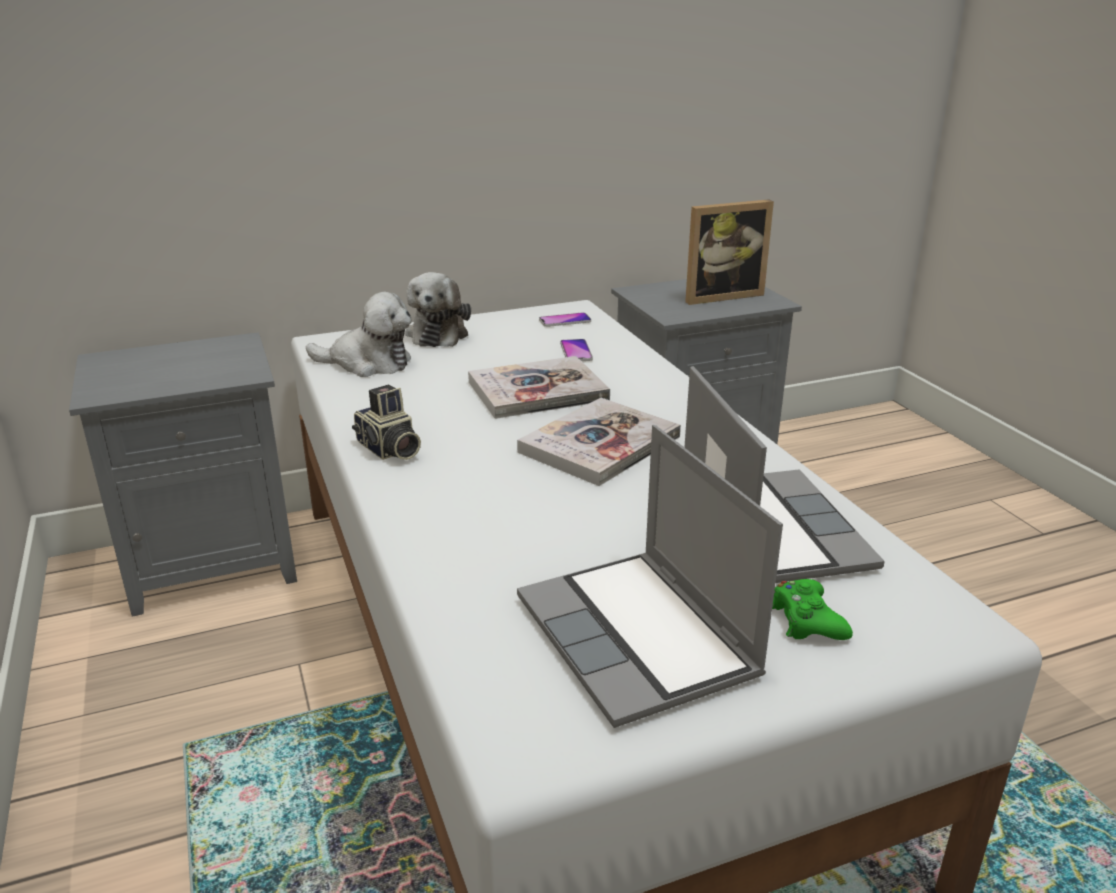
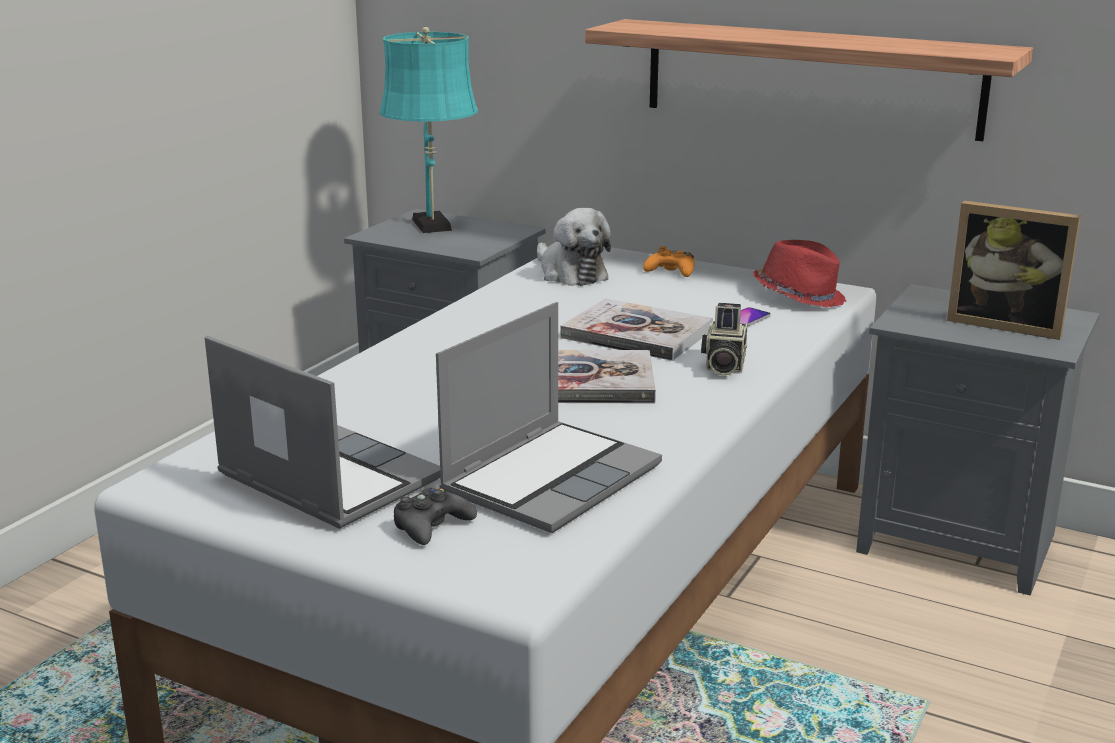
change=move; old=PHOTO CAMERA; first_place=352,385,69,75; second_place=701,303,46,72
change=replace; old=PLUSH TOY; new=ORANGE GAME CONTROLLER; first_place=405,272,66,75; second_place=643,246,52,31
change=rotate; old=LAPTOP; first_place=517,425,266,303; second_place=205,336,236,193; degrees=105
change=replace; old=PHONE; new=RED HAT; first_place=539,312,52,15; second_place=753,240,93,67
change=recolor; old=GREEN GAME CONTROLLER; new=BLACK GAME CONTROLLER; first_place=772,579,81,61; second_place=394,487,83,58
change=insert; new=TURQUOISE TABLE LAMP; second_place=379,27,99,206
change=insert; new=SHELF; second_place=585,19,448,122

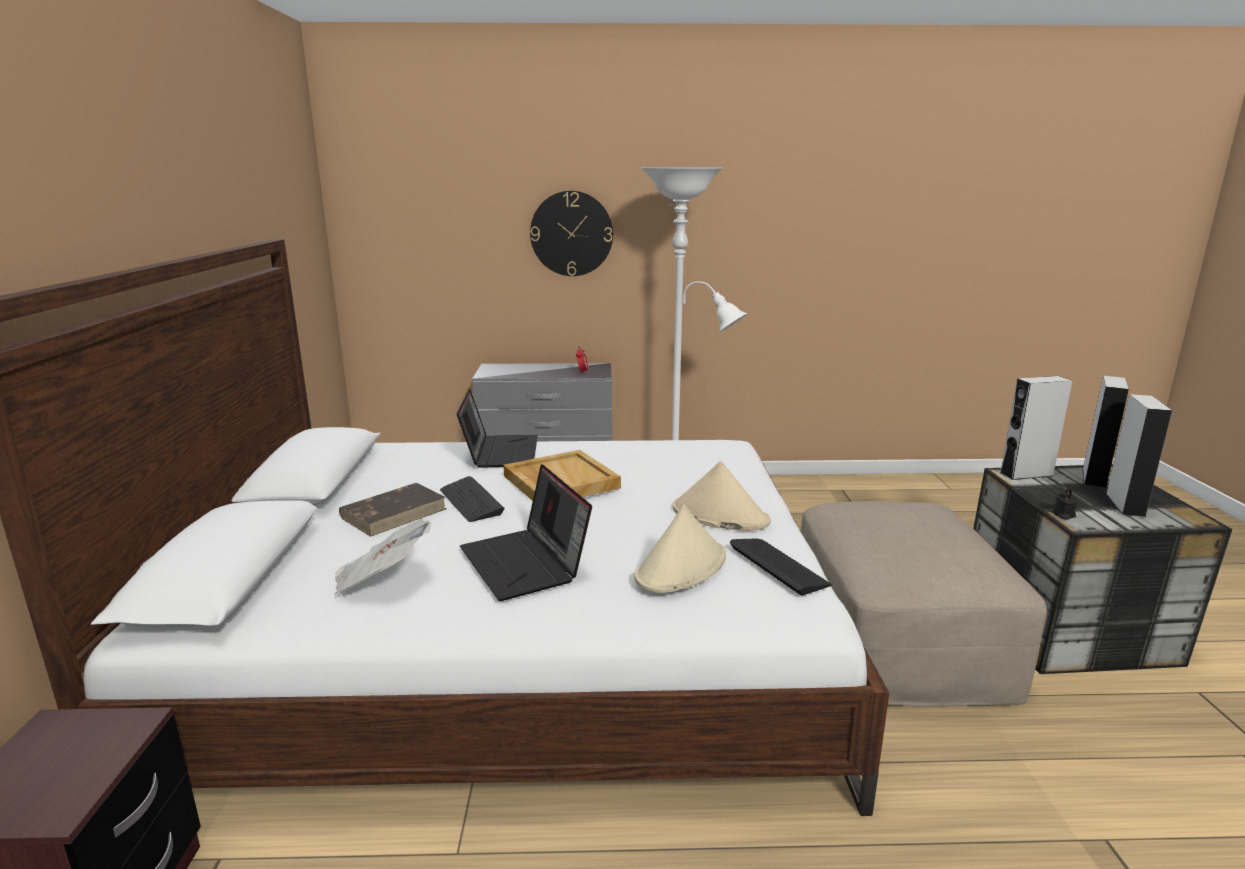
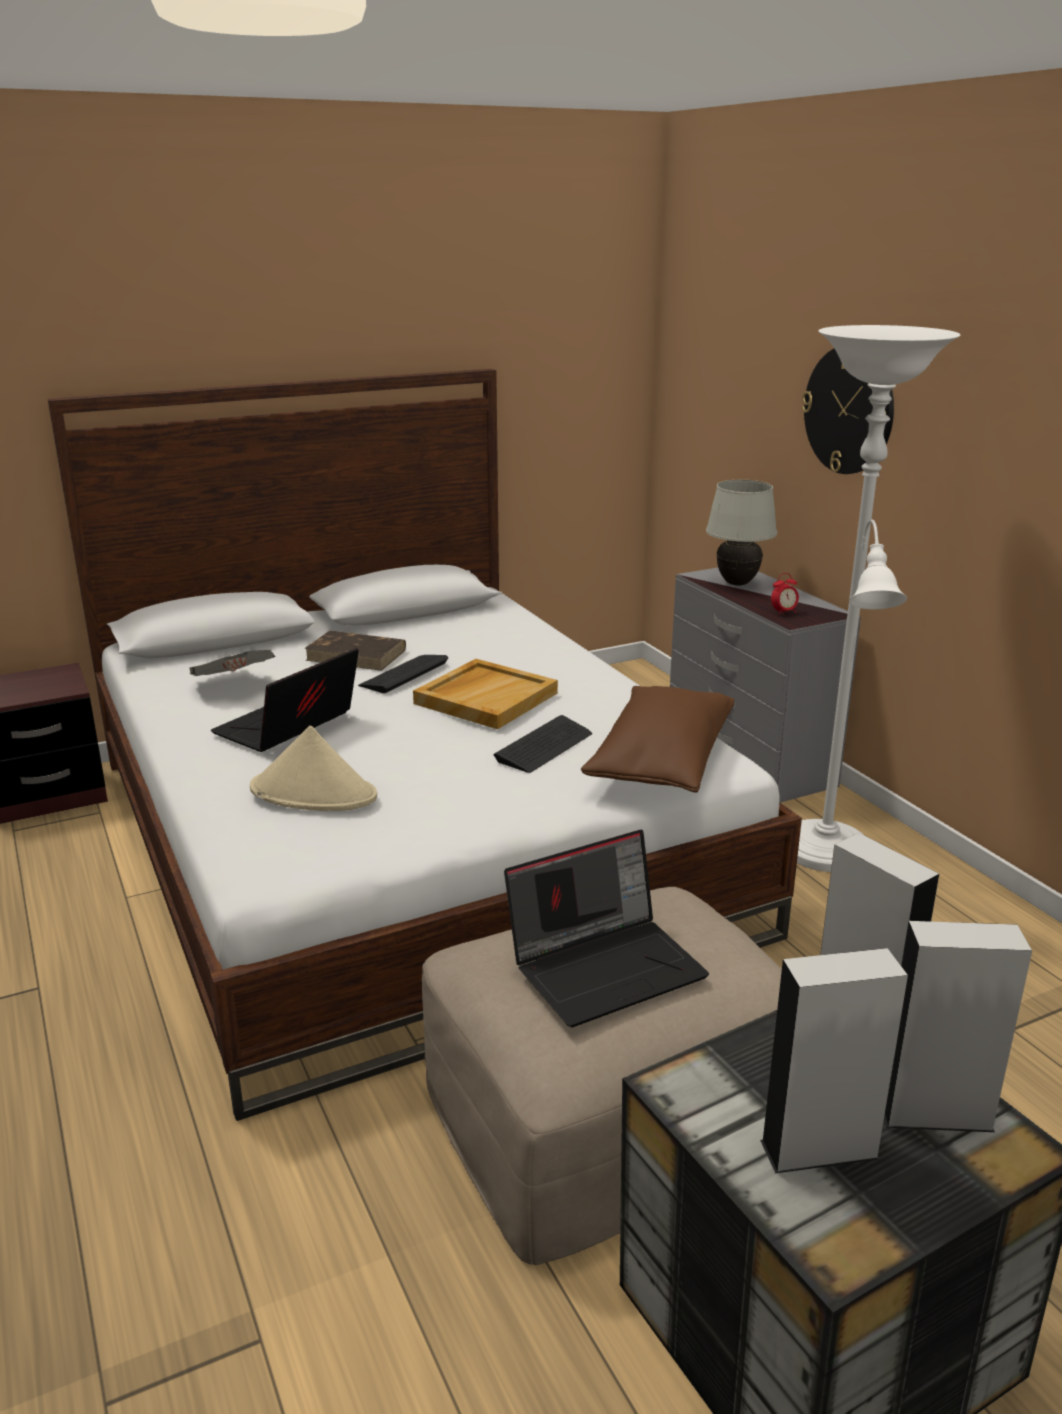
change=move; old=LAPTOP; first_place=457,389,81,79; second_place=504,830,205,197
change=delete; old=BEIGE HAT; first_place=673,461,98,70
change=move; old=KEYBOARD; first_place=730,539,102,56; second_place=493,715,99,58
change=delete; old=BLACK CANDLE; first_place=1052,489,27,31
change=insert; new=BROWN PILLOW; second_place=581,686,154,107
change=insert; new=WHITE TABLE LAMP; second_place=706,480,71,105

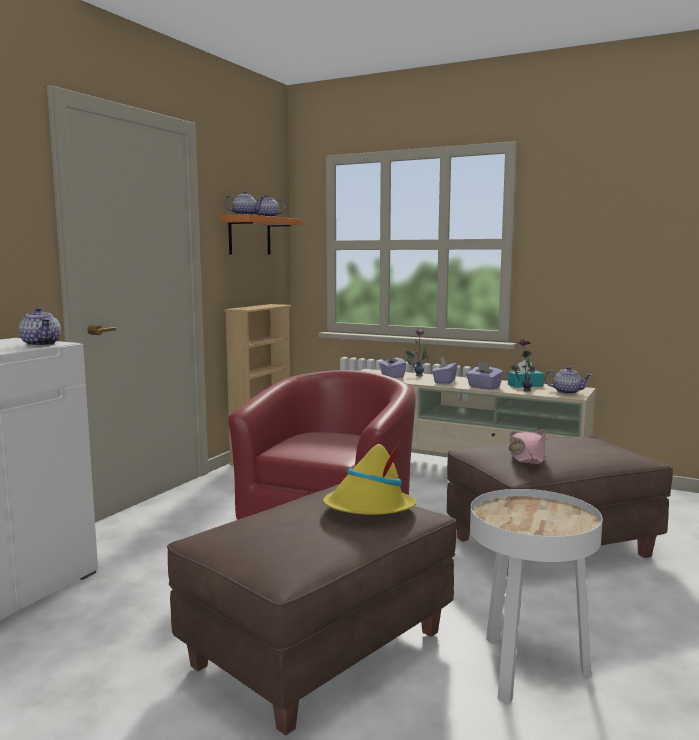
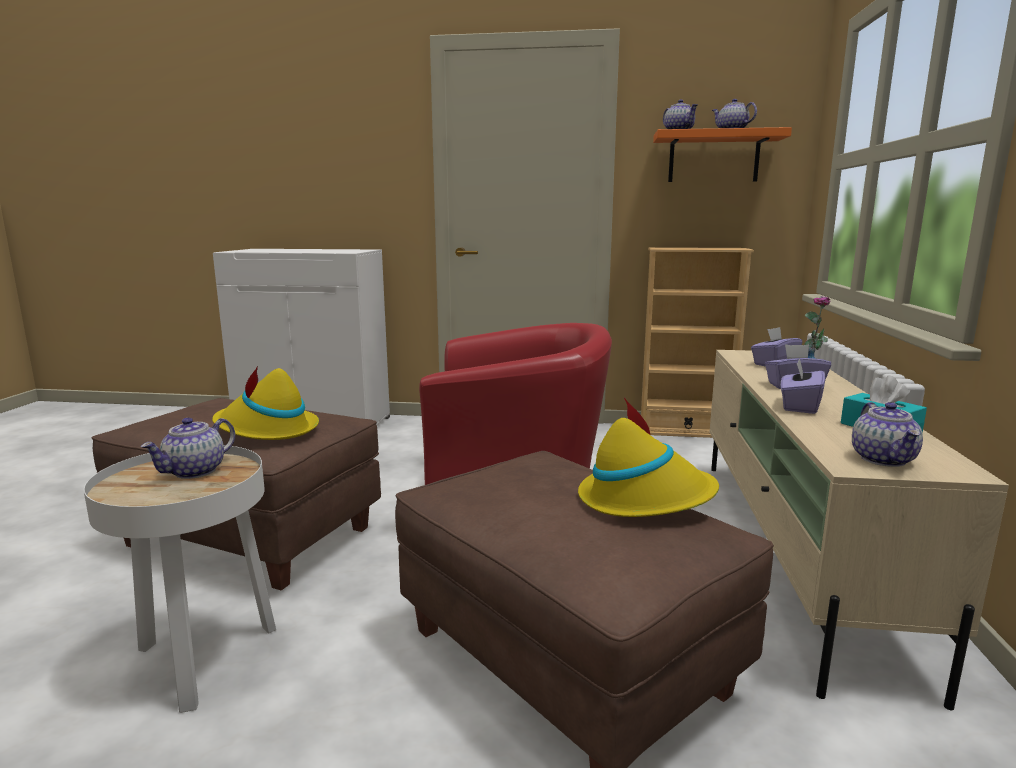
change=move; old=TEAPOT; first_place=19,307,42,39; second_place=140,418,95,61
change=delete; old=PINK HAT; first_place=509,429,37,35
change=delete; old=VASE; first_place=511,339,24,53
change=insert; new=YELLOW HAT; second_place=578,398,141,119

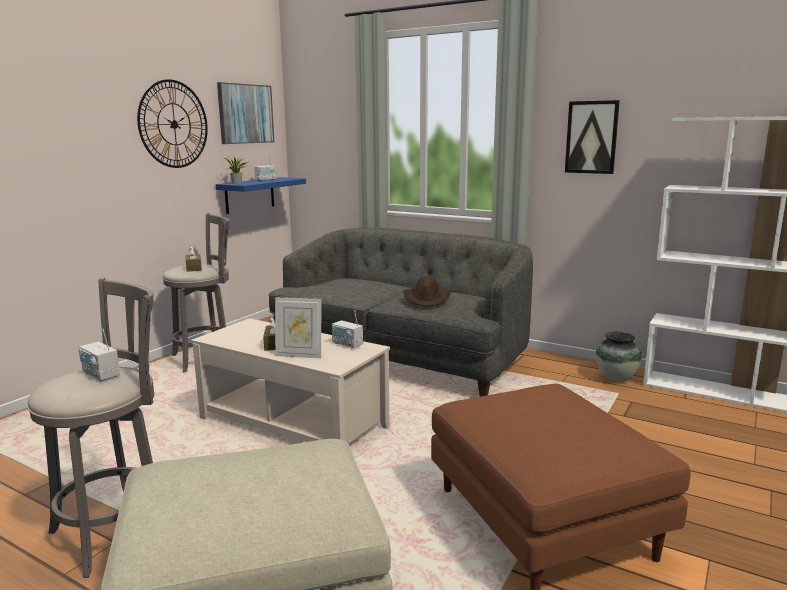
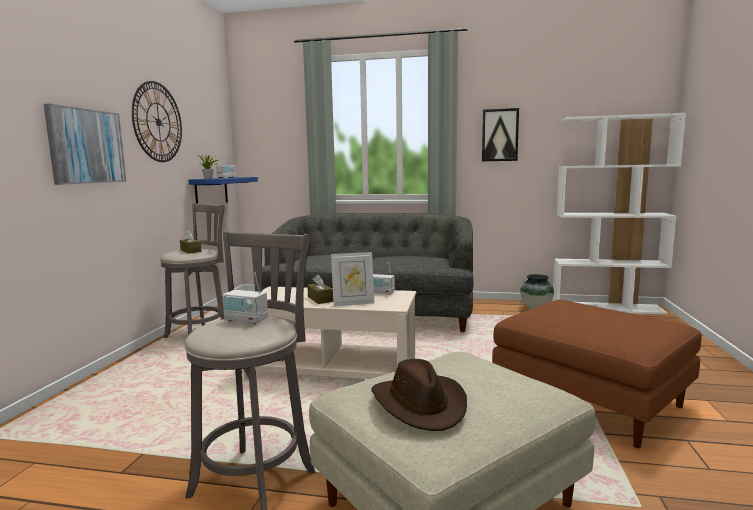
change=move; old=PICTURE; first_place=217,82,57,62; second_place=44,104,82,81
change=move; old=BROWN HAT; first_place=404,277,47,29; second_place=371,359,96,72

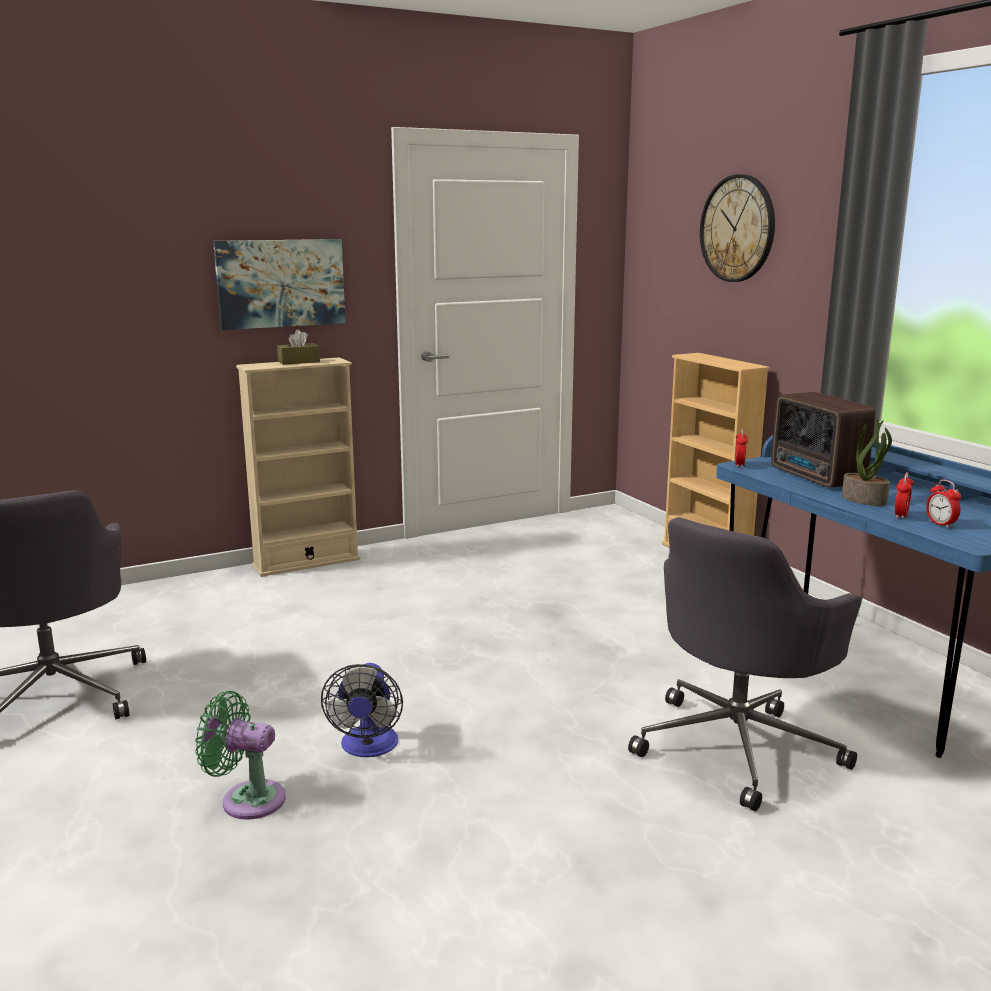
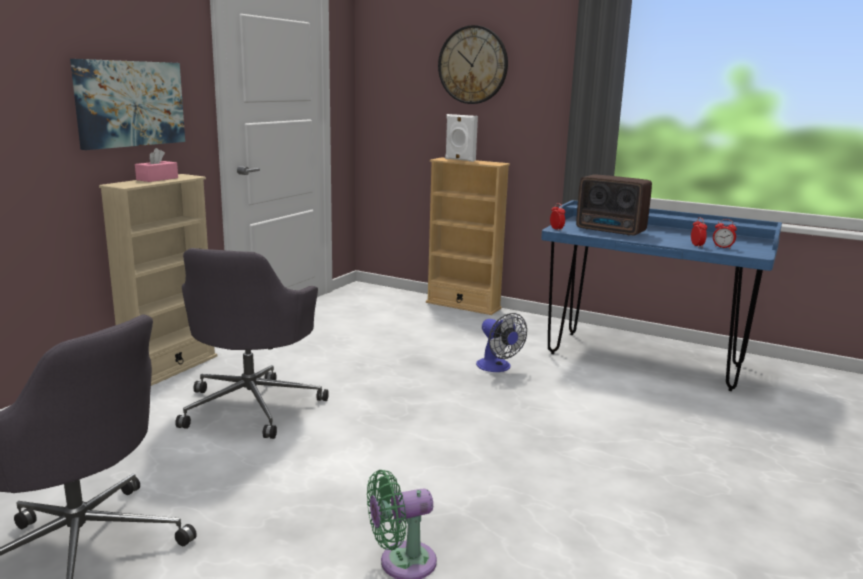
change=recolor; old=BROWN TISSUE BOX; new=PINK TISSUE BOX; first_place=277,329,43,36; second_place=135,148,43,34
change=move; old=FAN; first_place=321,663,82,94; second_place=476,313,51,59
change=move; old=GREY OFFICE CHAIR; first_place=628,517,234,294; second_place=175,248,154,191
change=delete; old=POTTED PLANT; first_place=842,417,50,89
change=insert; new=WHITE SPEAKER; second_place=445,114,33,48

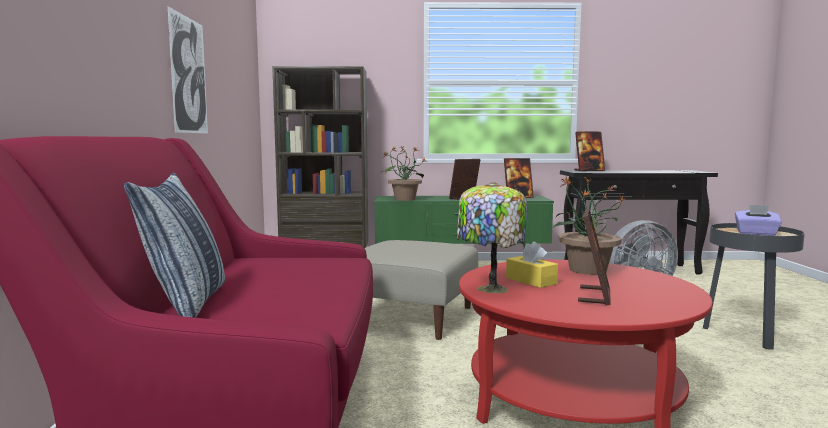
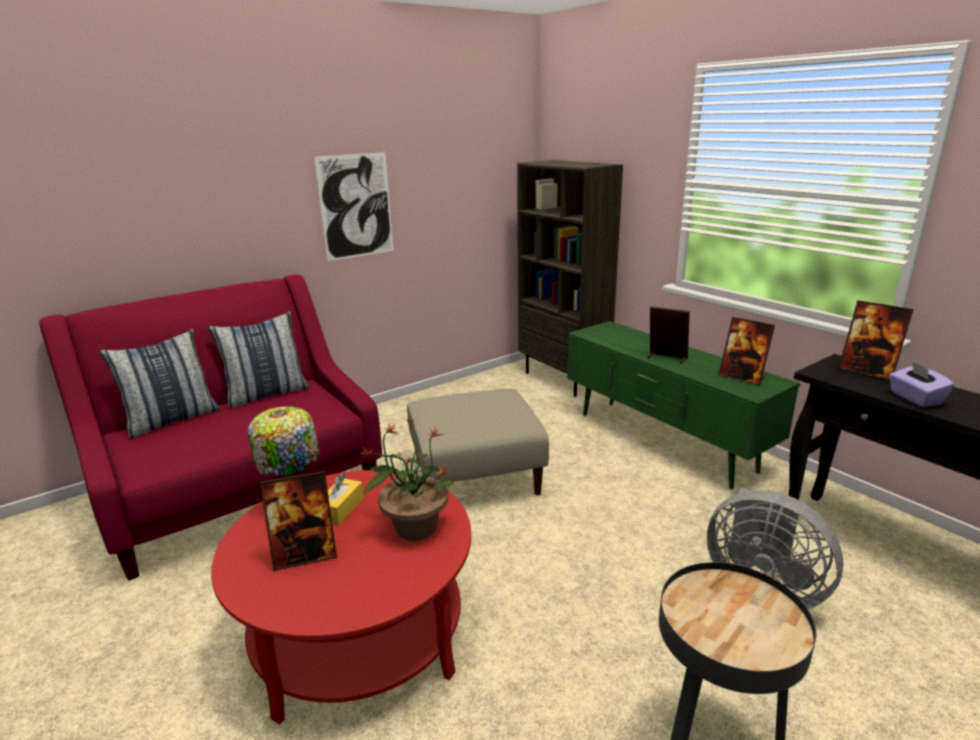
change=delete; old=POTTED PLANT; first_place=382,146,44,55
change=move; old=PURPLE TISSUE BOX; first_place=735,205,47,31; second_place=889,361,65,46
change=insert; new=PILLOW; second_place=208,311,101,97

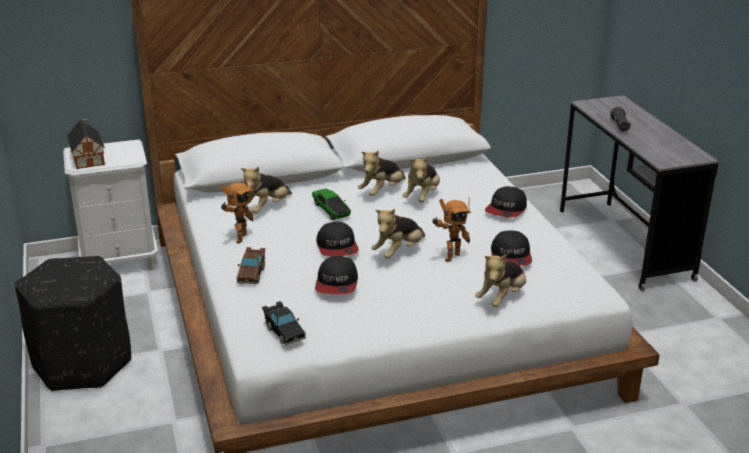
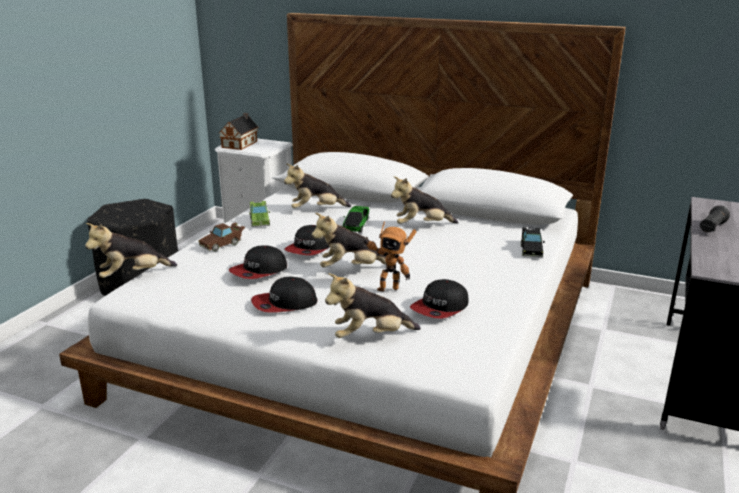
change=replace; old=TOY ROBOT; new=GREEN TOY CAR; first_place=220,177,34,67; second_place=249,201,21,26
change=move; old=BLACK TOY CAR; first_place=262,301,44,44; second_place=521,227,24,30
change=move; old=PLUSH TOY; first_place=402,156,38,47; second_place=85,223,92,55
change=move; old=CAP; first_place=485,186,42,32; second_place=251,277,67,36

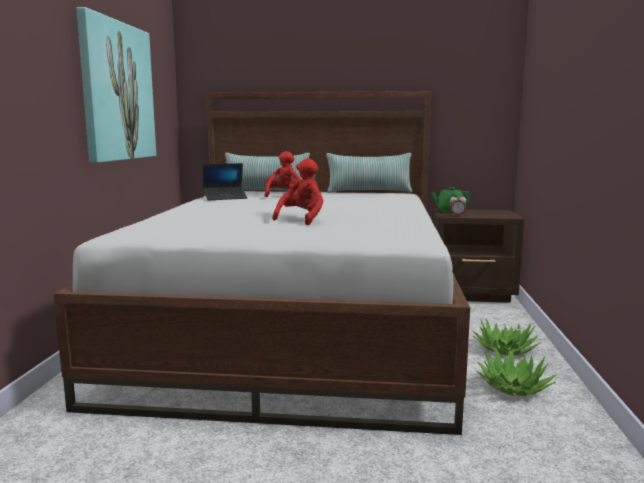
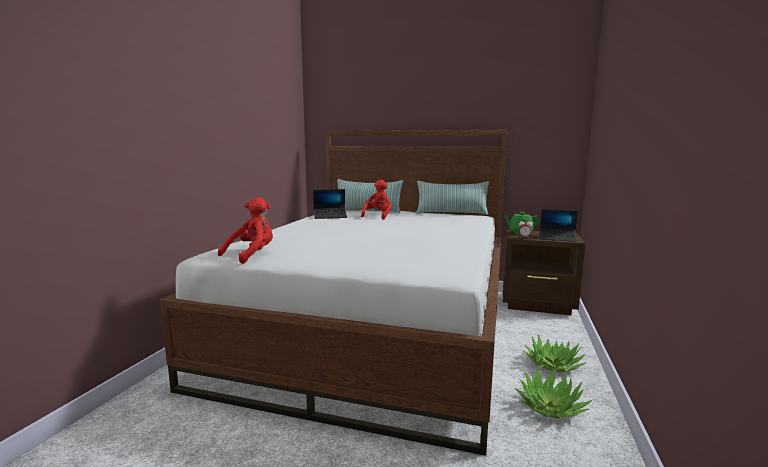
change=delete; old=PICTURE; first_place=76,7,80,156
change=move; old=RED PLUSH TOY; first_place=272,158,52,67; second_place=218,197,55,67
change=insert; new=LAPTOP; second_place=540,209,38,33

